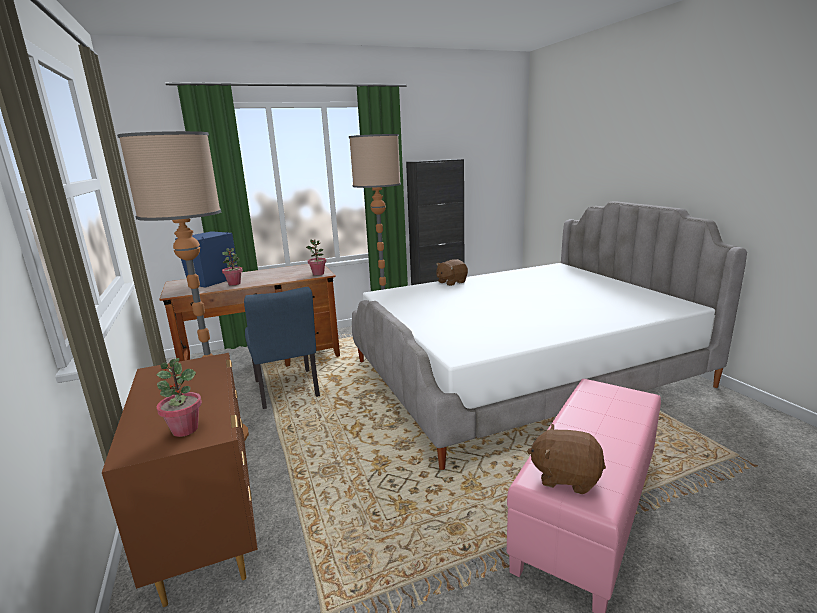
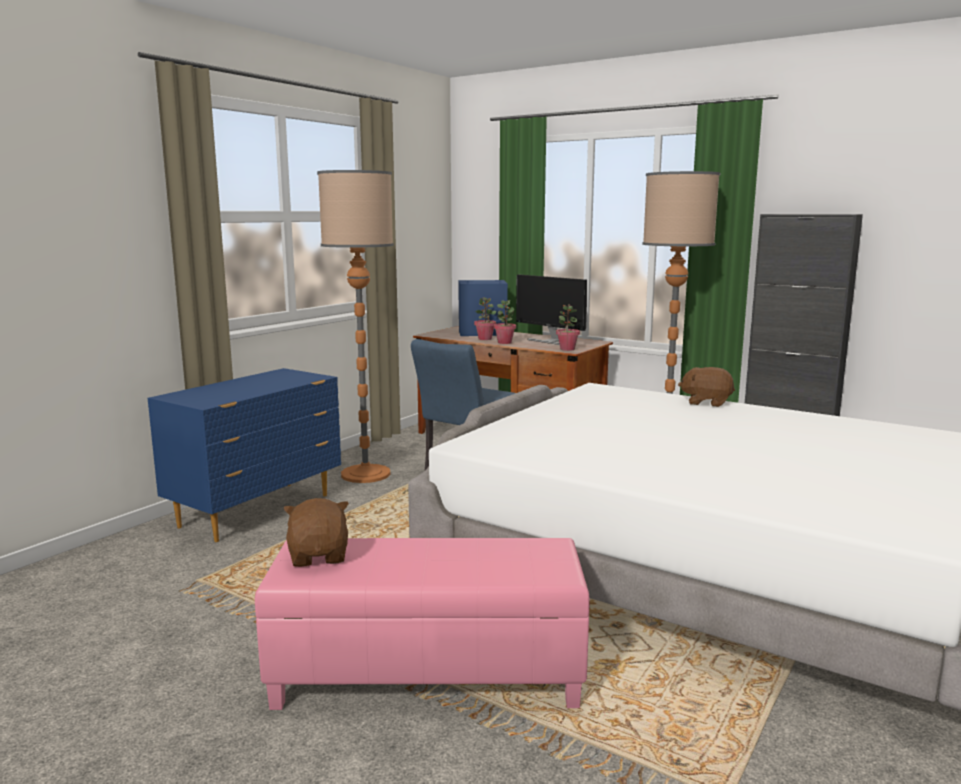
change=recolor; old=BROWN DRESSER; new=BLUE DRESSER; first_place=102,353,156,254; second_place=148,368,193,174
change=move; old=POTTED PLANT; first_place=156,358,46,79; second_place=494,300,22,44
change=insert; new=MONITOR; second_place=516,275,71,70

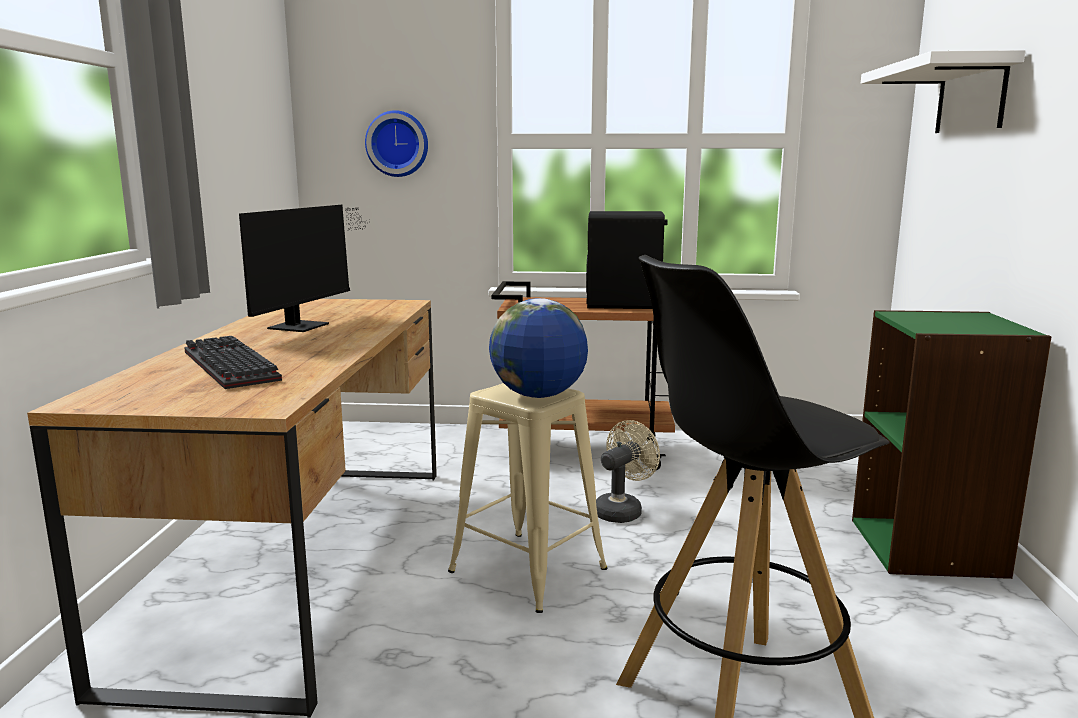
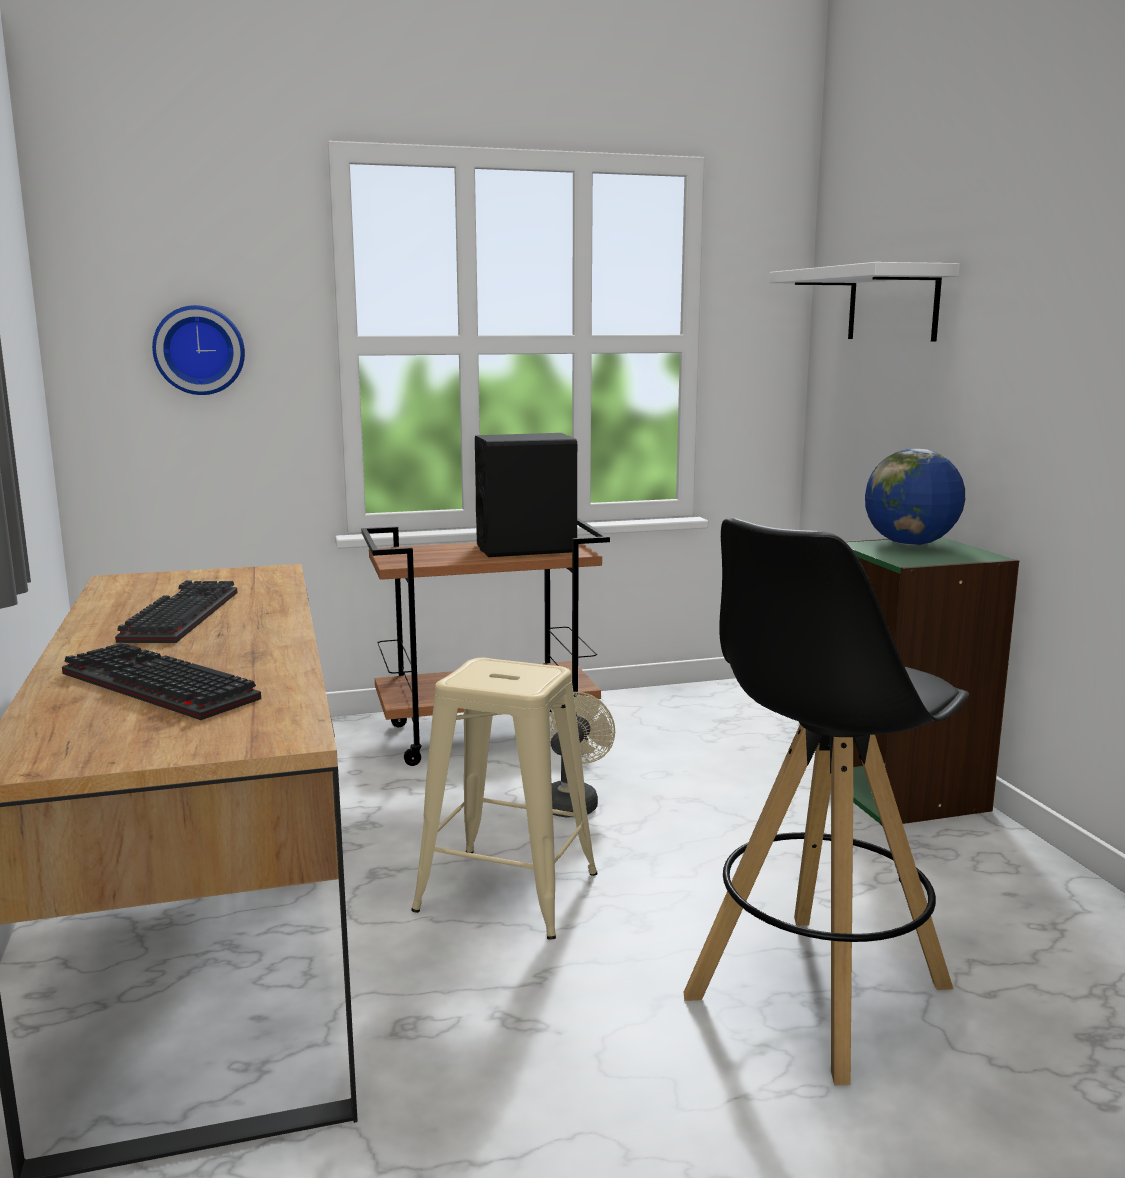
change=replace; old=MONITOR; new=KEYBOARD; first_place=239,205,131,127; second_place=115,580,122,63
change=move; old=GLOBE; first_place=489,298,99,100; second_place=865,449,100,96

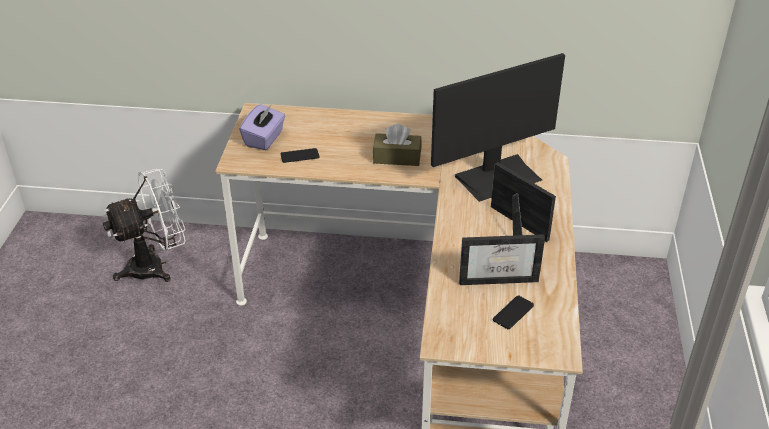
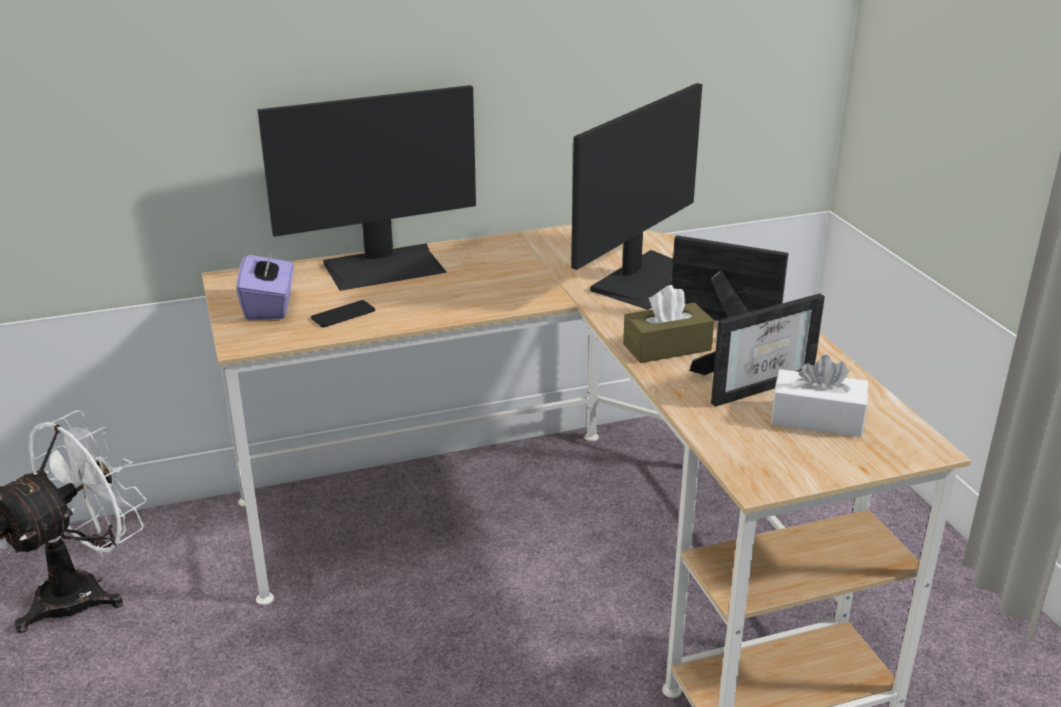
change=move; old=BROWN TISSUE BOX; first_place=373,124,49,42; second_place=623,285,91,78
change=replace; old=PHONE; new=WHITE TISSUE BOX; first_place=493,295,41,34; second_place=771,355,97,82
change=insert; new=MONITOR; second_place=257,85,219,206

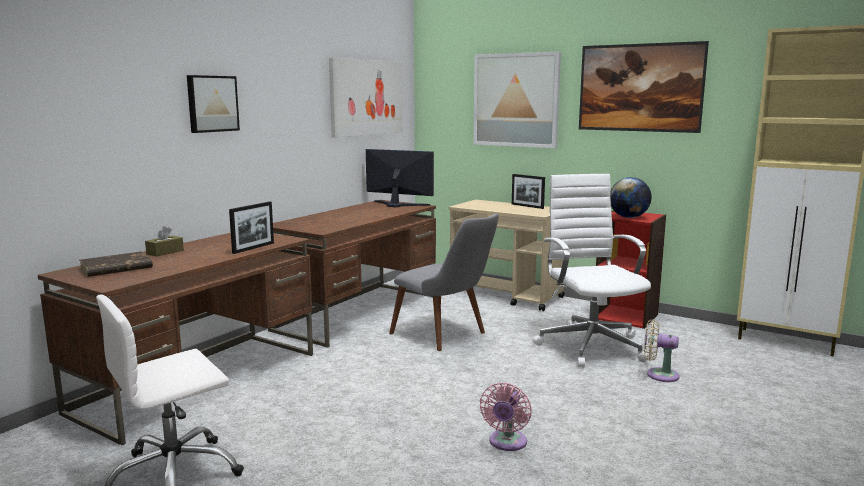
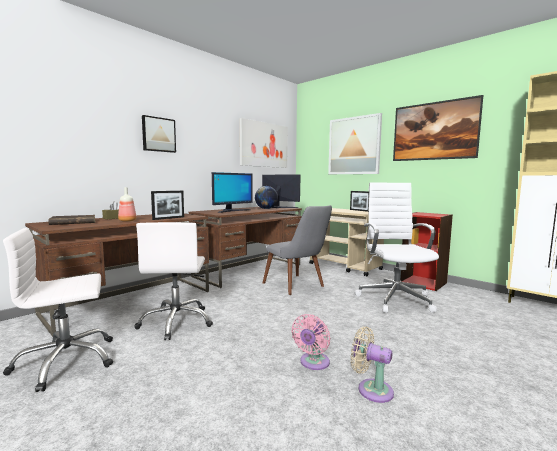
change=move; old=GLOBE; first_place=610,177,42,41; second_place=255,186,23,23
change=move; old=BEIGE FAN; first_place=644,319,35,63; second_place=351,326,43,77
change=insert; new=BOTTLE; second_place=118,187,18,35
change=insert; new=WHITE OFFICE CHAIR; second_place=135,222,78,118
change=insert; new=MONITOR; second_place=212,172,41,41

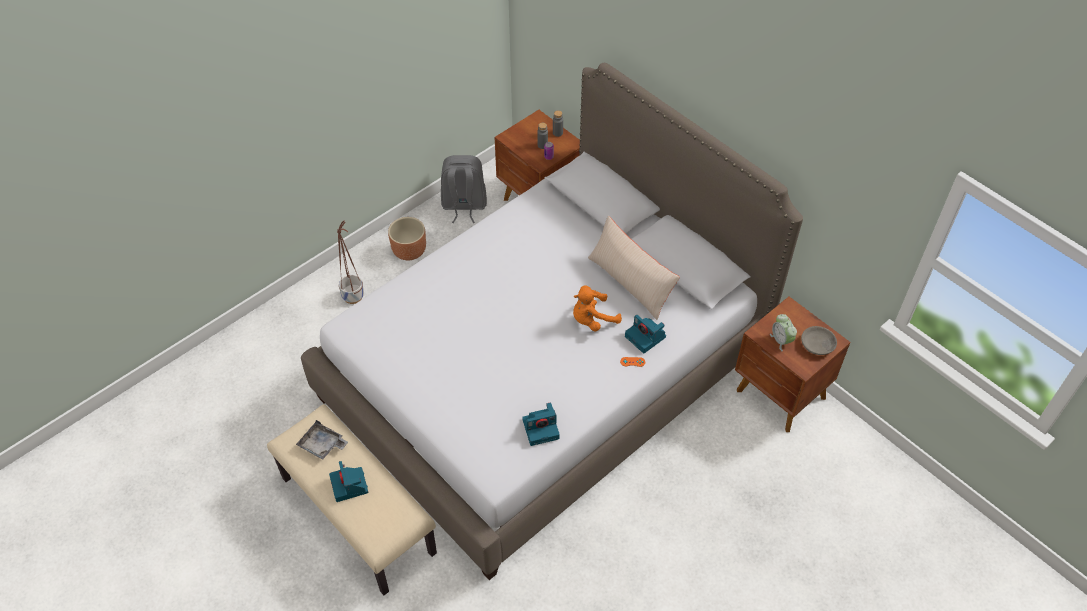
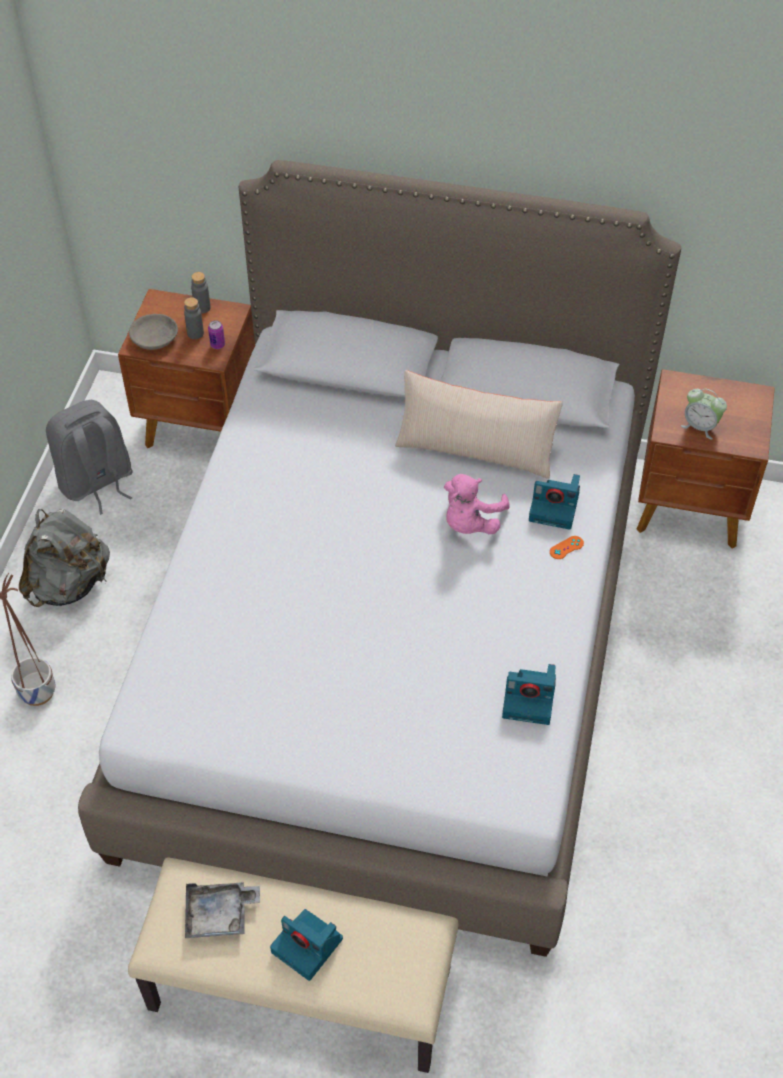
change=replace; old=BROWN PLANTER; new=GREY BACKPACK; first_place=388,217,38,43; second_place=19,509,91,98
change=rotate; old=PHOTO CAMERA; first_place=522,402,38,44; second_place=502,664,54,61; degrees=60
change=recolor; old=ORANGE PLUSH TOY; new=PINK PLUSH TOY; first_place=573,286,49,45; second_place=444,474,66,60
change=move; old=GREY BOWL; first_place=801,326,36,29; second_place=129,314,49,36

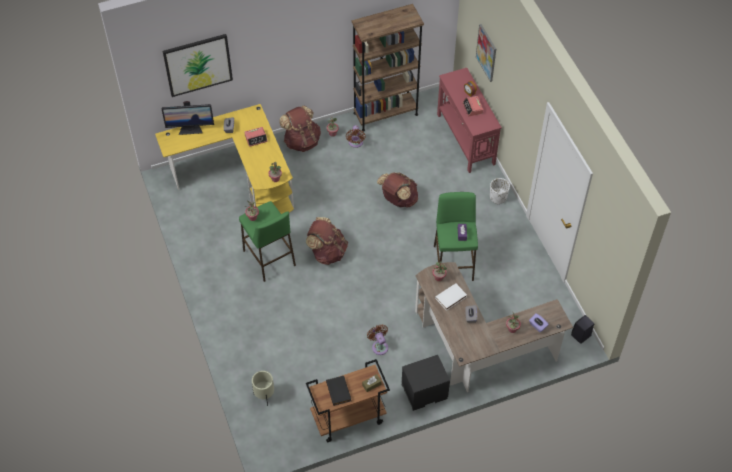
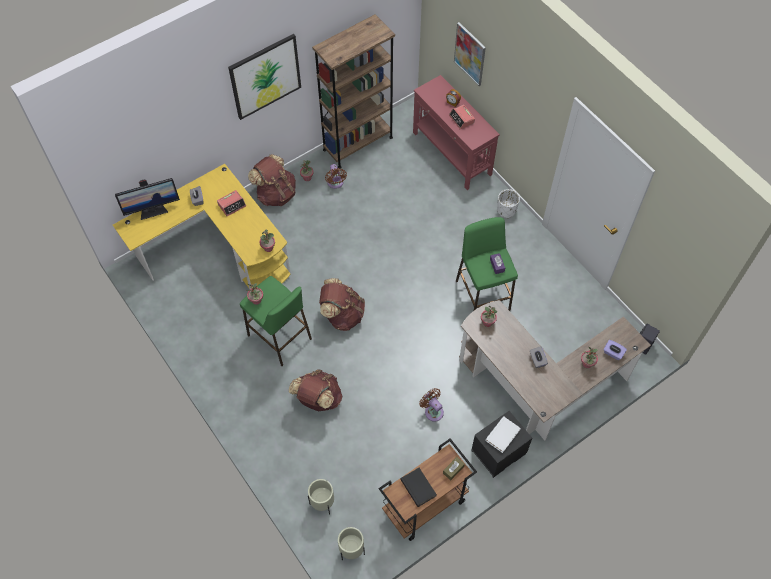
change=move; old=PICTURE; first_place=163,34,70,63; second_place=228,34,73,86
change=move; old=BROWN BACKPACK; first_place=377,172,41,36; second_place=289,370,54,41
change=move; old=WHITE BOOK; first_place=435,283,32,28; second_place=485,416,35,37
change=insert; new=BEIGE PLANTER; second_place=338,527,27,34

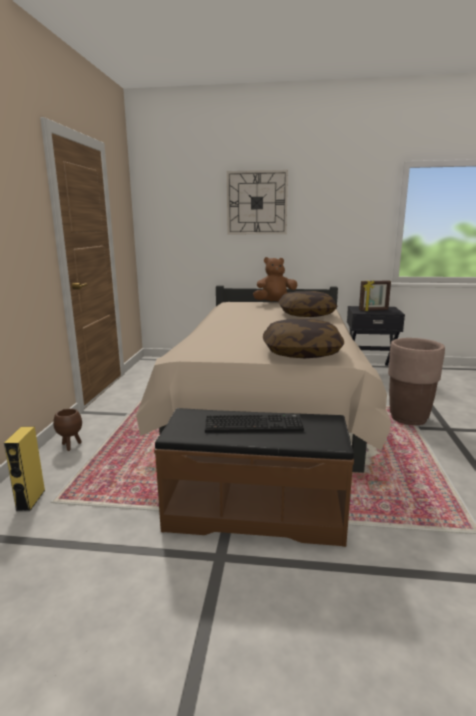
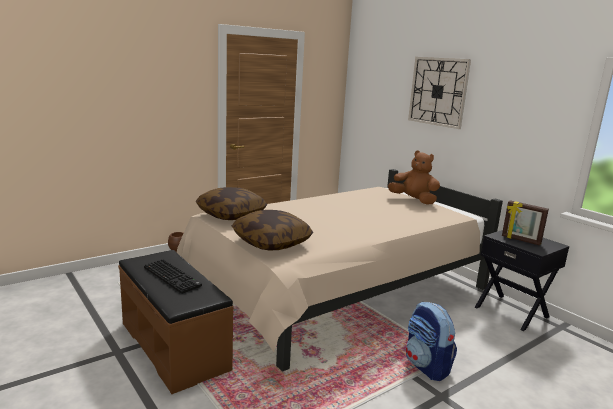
change=delete; old=YELLOW SPEAKER; first_place=4,426,41,85
change=move; old=PILLOW; first_place=278,291,59,26; second_place=196,187,71,33
change=replace; old=BROWN PLANTER; new=BACKPACK; first_place=388,338,57,87; second_place=406,302,51,79

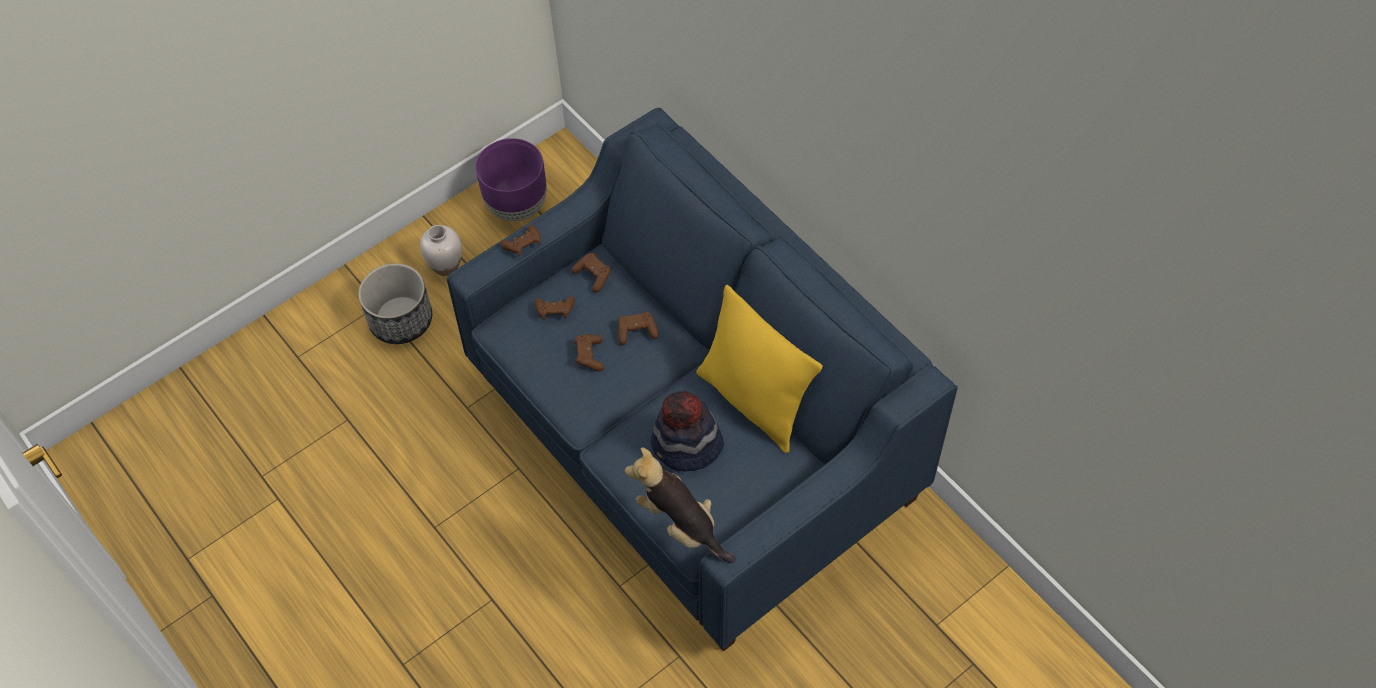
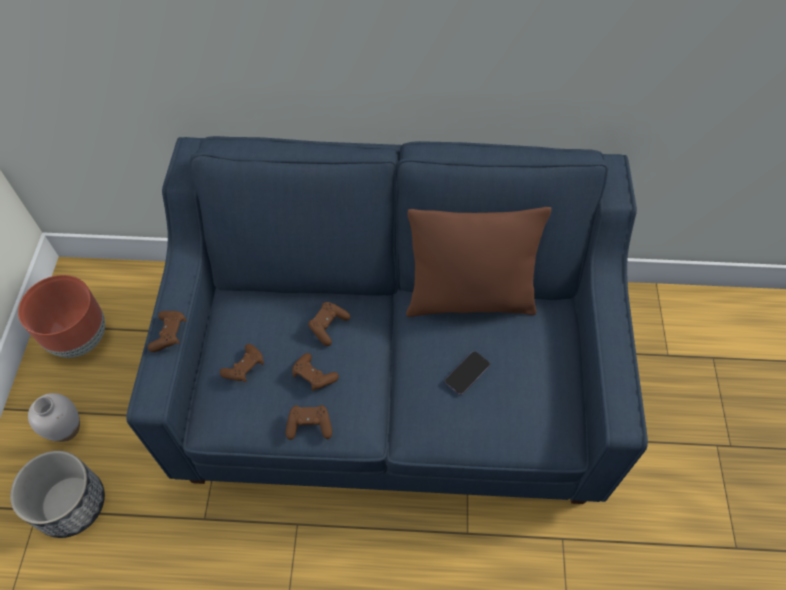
change=recolor; old=PURPLE PLANTER; new=BROWN PLANTER; first_place=476,138,71,83; second_place=18,275,87,83
change=move; old=BROWN GAME CONTROLLER; first_place=572,253,39,40; second_place=285,405,47,35
change=delete; old=PLUSH TOY; first_place=625,447,111,116
change=replace; old=HAT; new=PHONE; first_place=651,391,73,81; second_place=445,351,45,44
change=recolor; old=YELLOW PILLOW; new=BROWN PILLOW; first_place=696,285,126,168; second_place=406,207,145,110

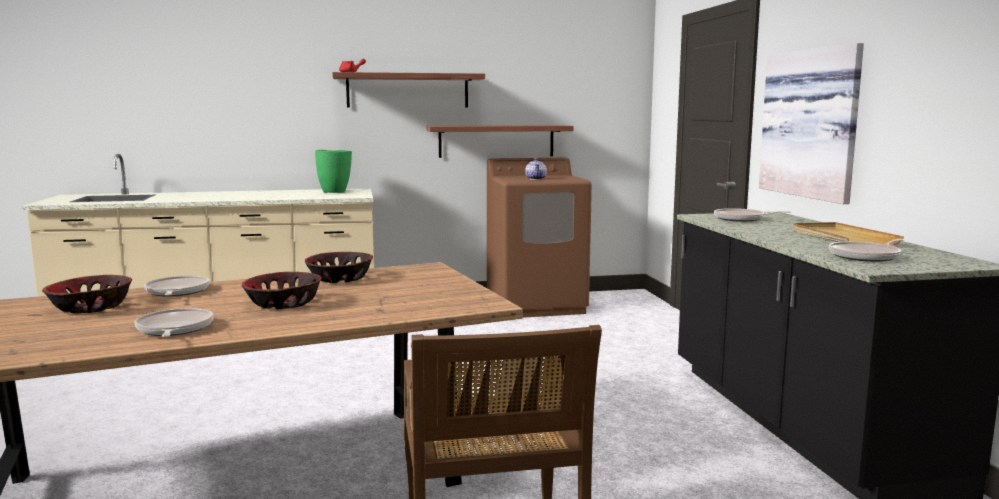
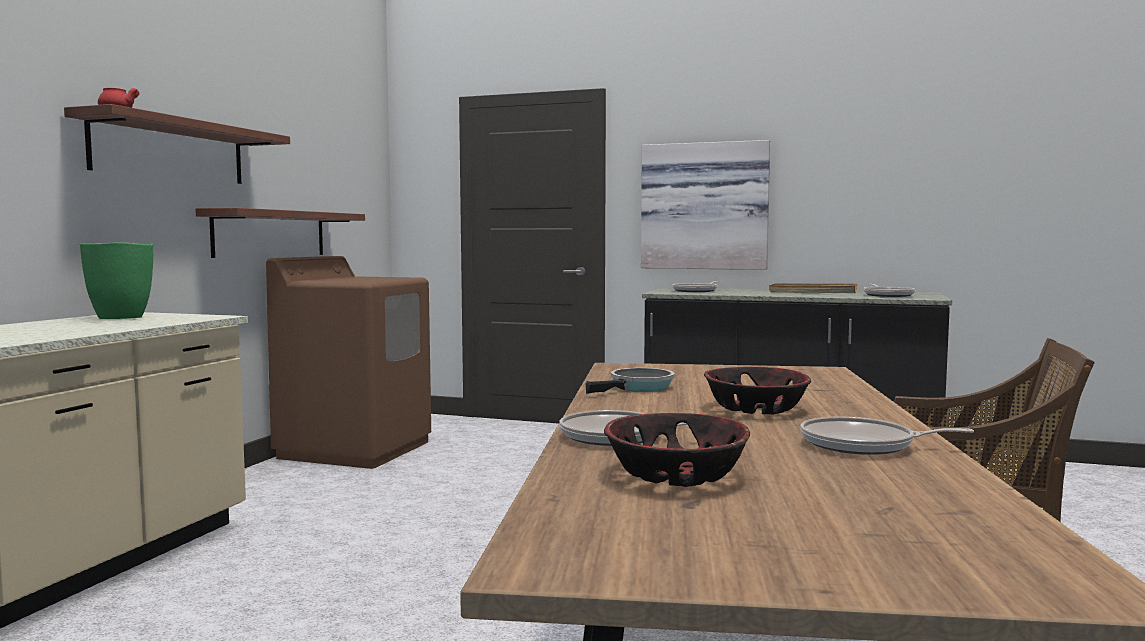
change=replace; old=BOWL; new=FRYING PAN; first_place=305,252,68,31; second_place=586,368,88,26
change=delete; old=TEAPOT; first_place=525,158,22,22

